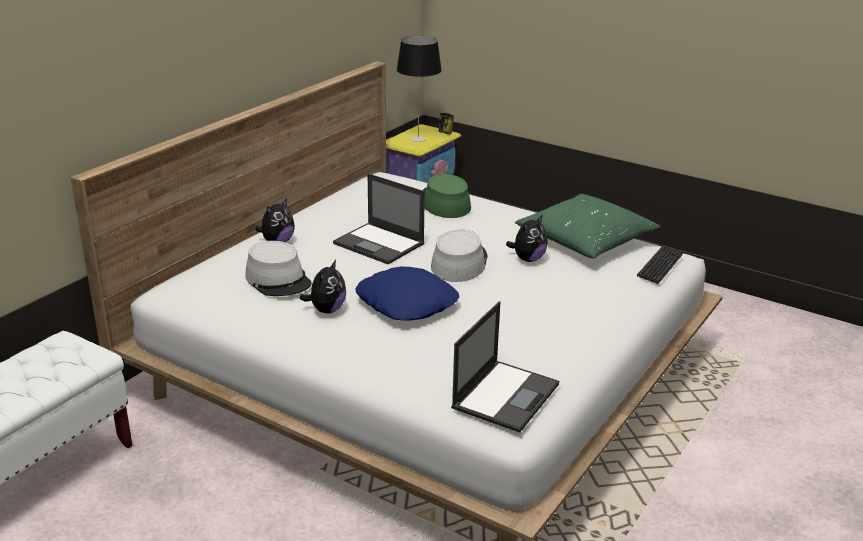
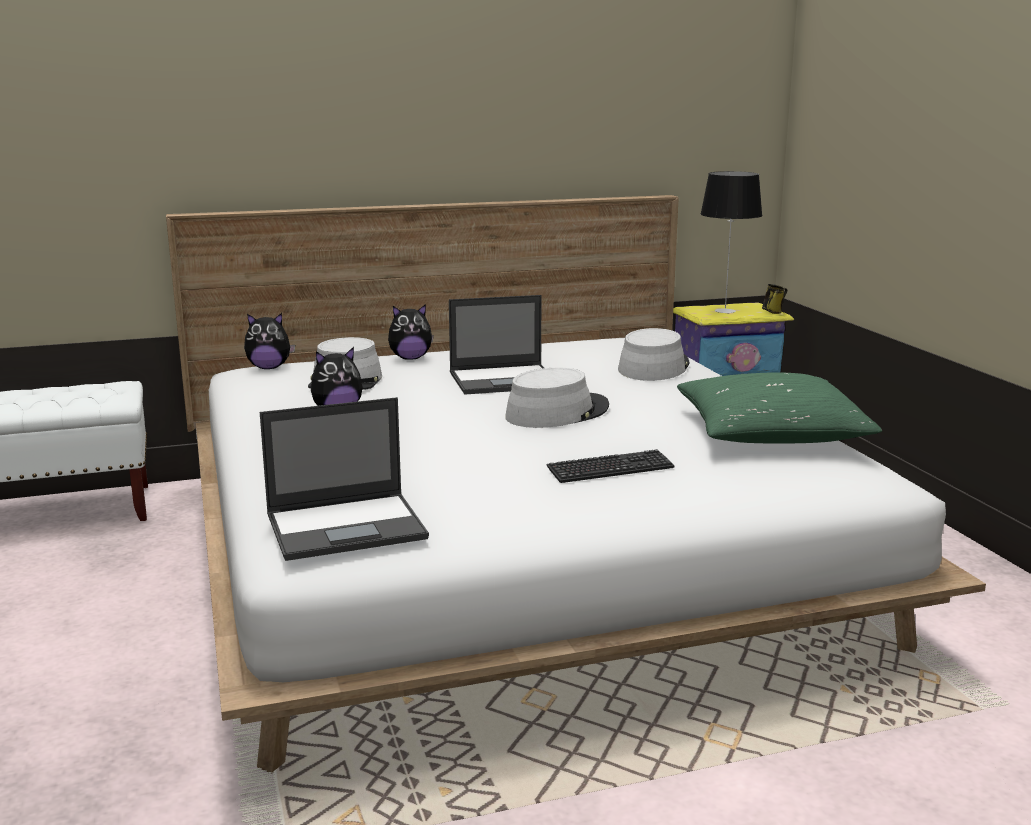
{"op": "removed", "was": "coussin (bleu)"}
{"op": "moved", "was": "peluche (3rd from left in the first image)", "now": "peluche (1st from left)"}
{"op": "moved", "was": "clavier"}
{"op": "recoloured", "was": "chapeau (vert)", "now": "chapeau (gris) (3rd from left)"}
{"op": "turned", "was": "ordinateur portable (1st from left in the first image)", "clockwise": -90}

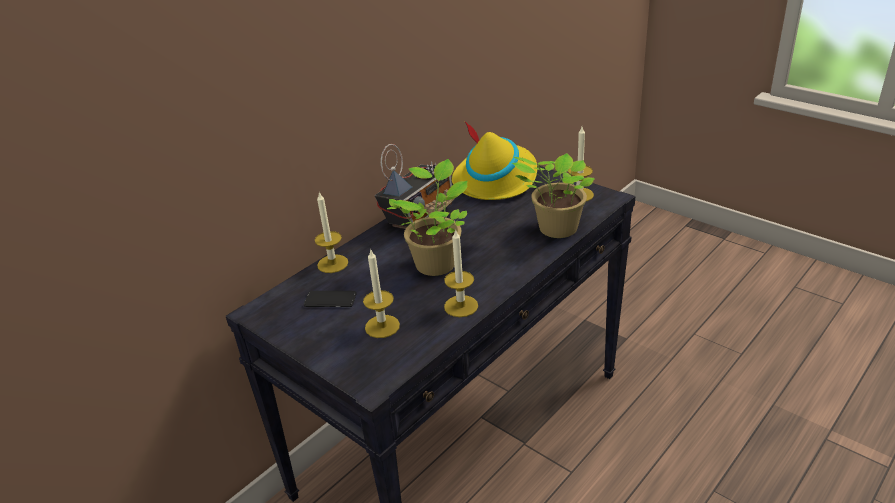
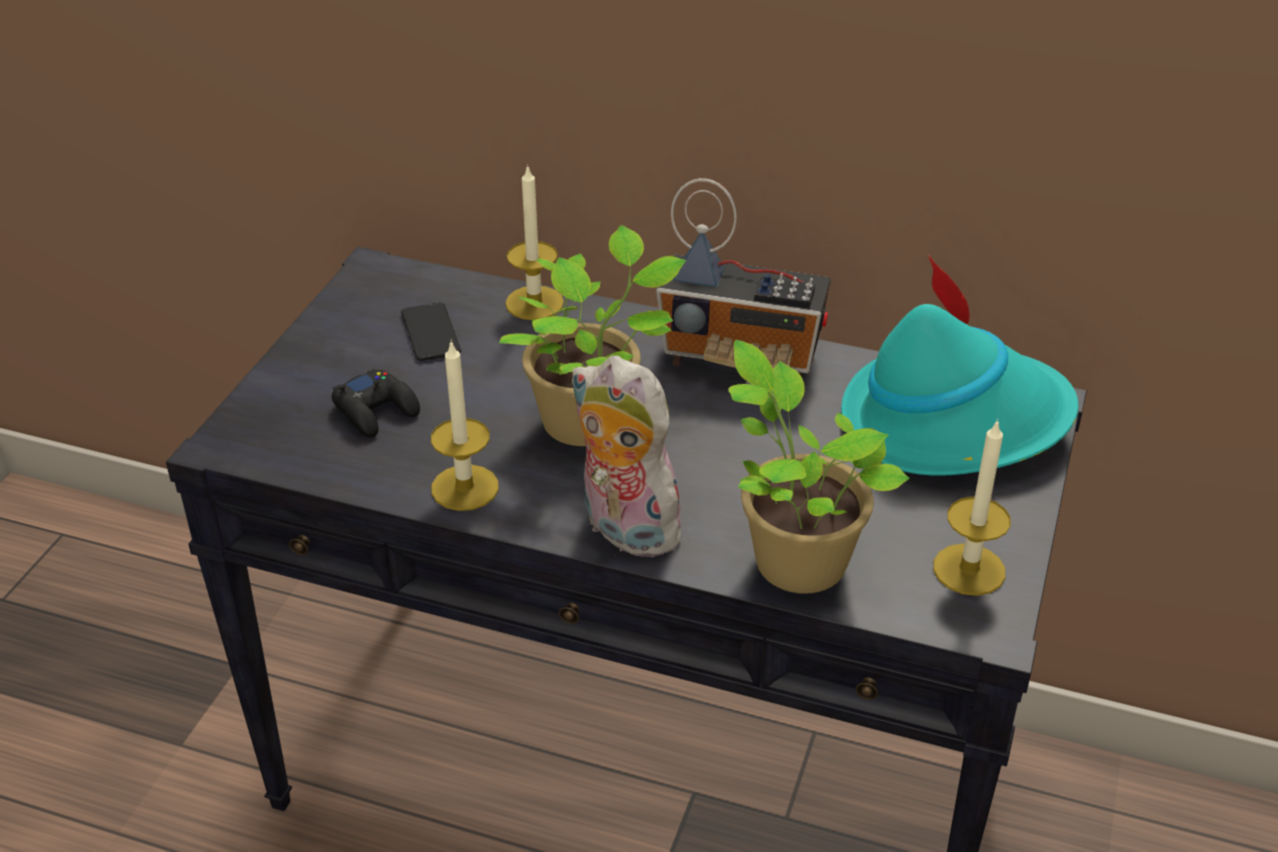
{"op": "added", "now": "peluche"}
{"op": "replaced", "was": "bougie (2nd from left)", "now": "manette (noir)"}
{"op": "recoloured", "was": "chapeau (jaune)", "now": "chapeau (turquoise)"}

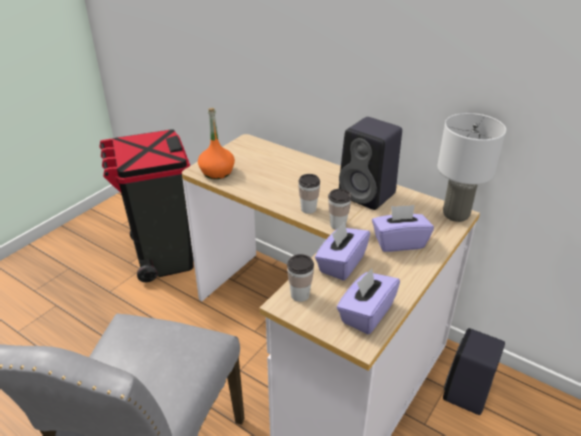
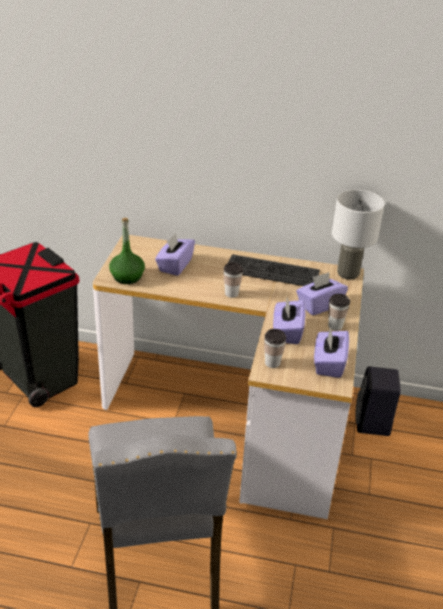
{"op": "added", "now": "boîte à mouchoirs (violet) (1st from left)"}
{"op": "moved", "was": "tasse (3rd from left)"}
{"op": "replaced", "was": "enceinte (noir) (1st from left)", "now": "clavier"}
{"op": "recoloured", "was": "bouteille (orange)", "now": "bouteille (vert)"}

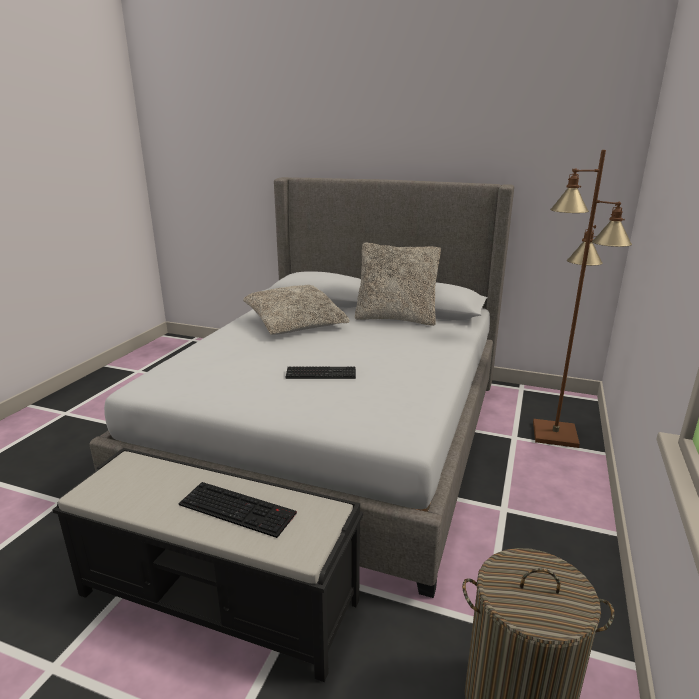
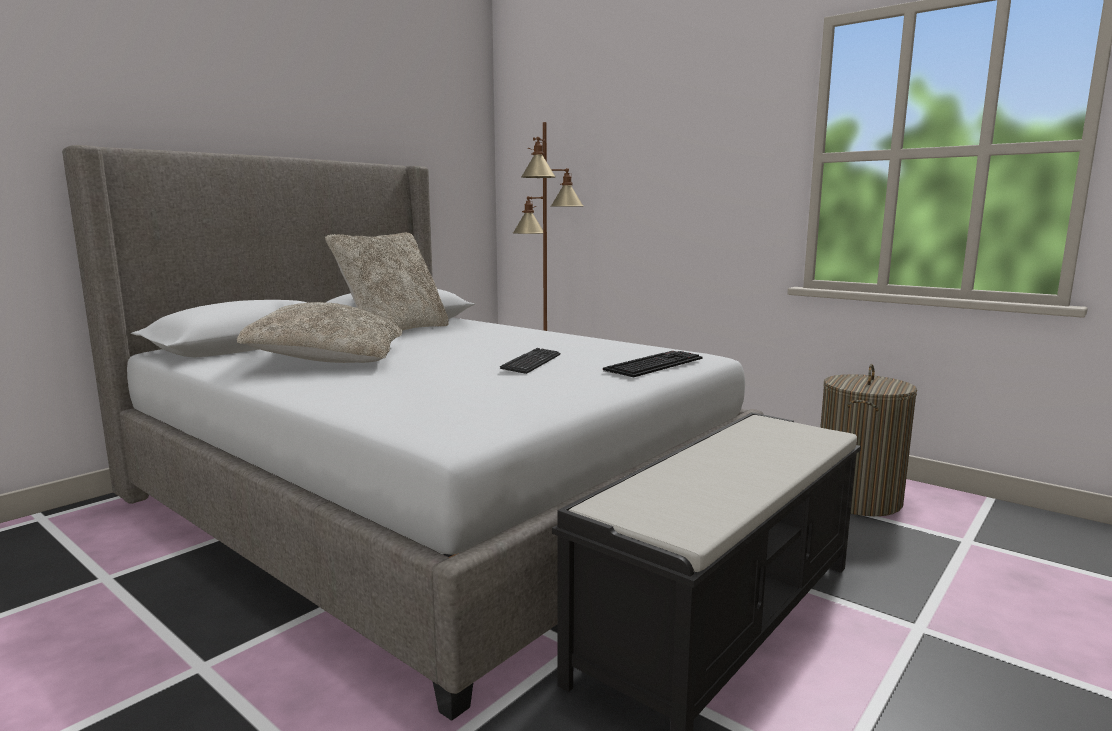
{"op": "moved", "was": "clavier (1st from left in the first image)", "now": "clavier (2nd from left)"}

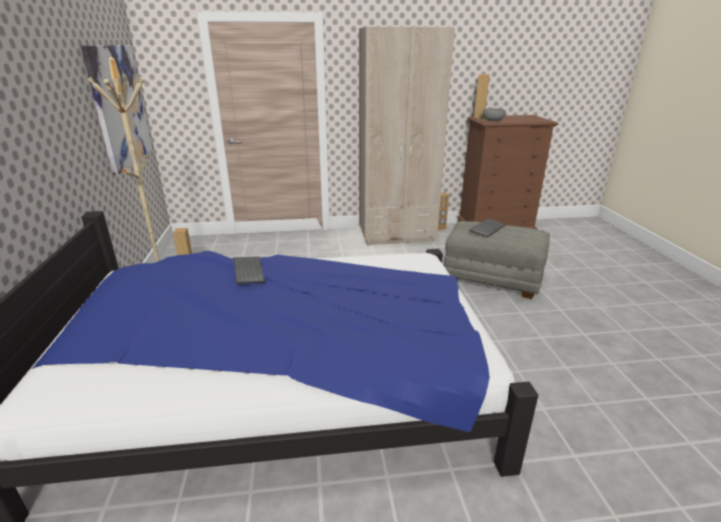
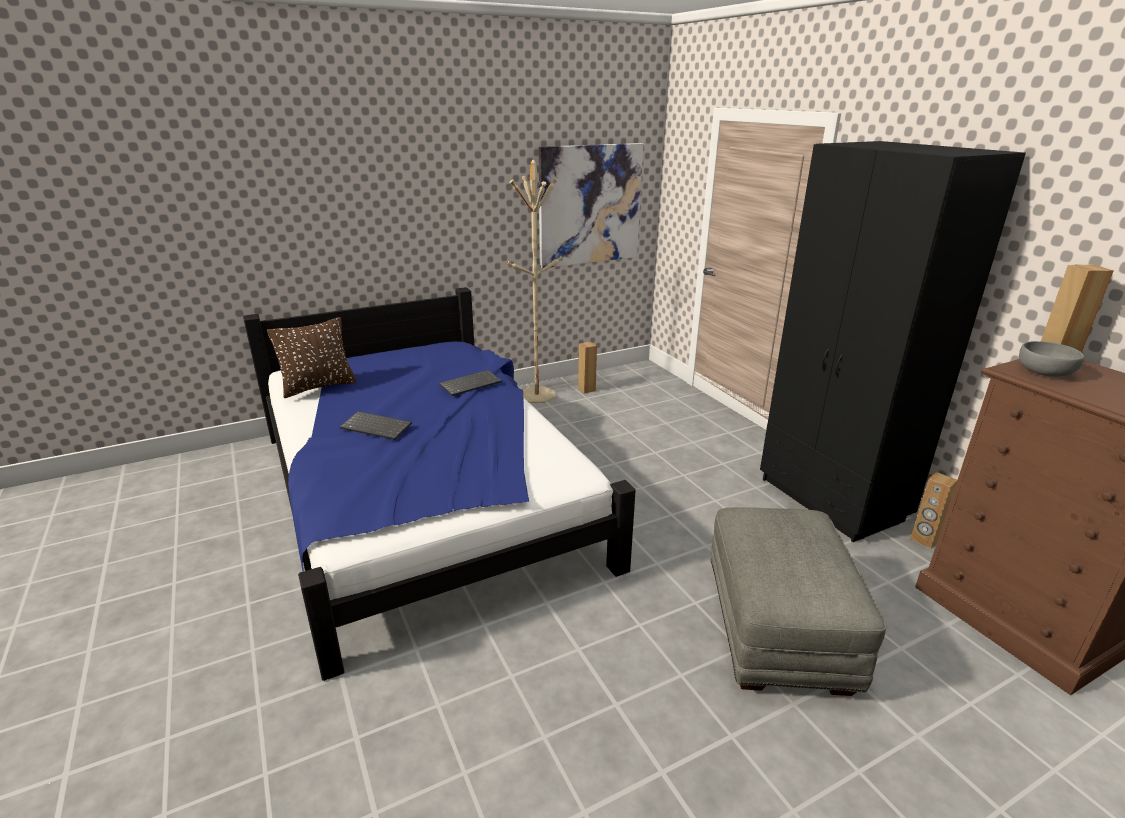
{"op": "added", "now": "coussin (marron)"}
{"op": "moved", "was": "clavier (2nd from left in the first image)", "now": "clavier (1st from left)"}
{"op": "recoloured", "was": "armoire (beige)", "now": "armoire (noir)"}

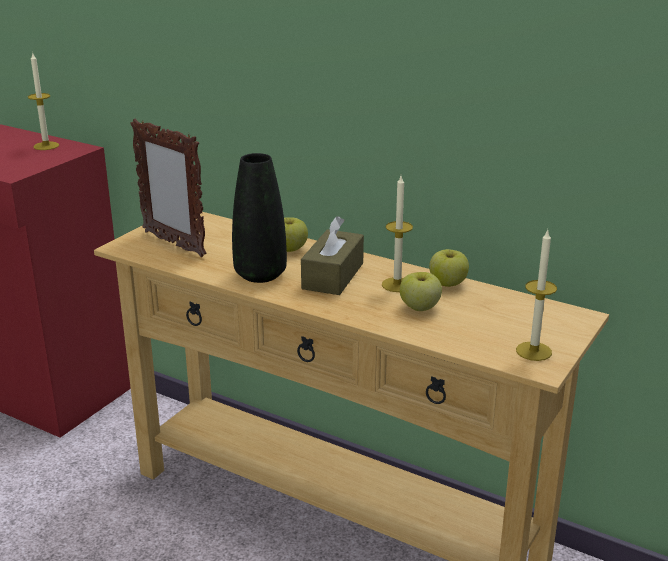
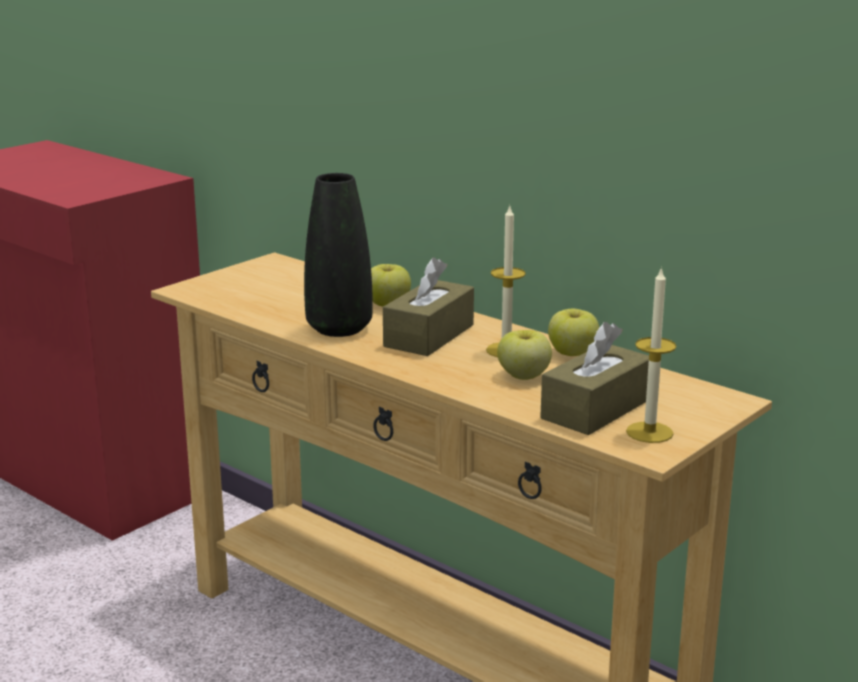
{"op": "removed", "was": "bougie (1st from left)"}
{"op": "removed", "was": "cadre photo"}
{"op": "added", "now": "boîte à mouchoirs (marron) (2nd from left)"}

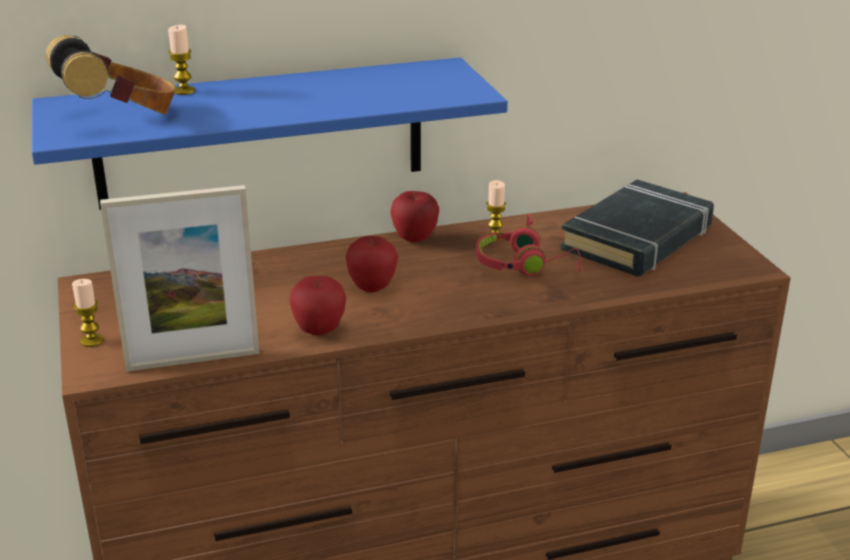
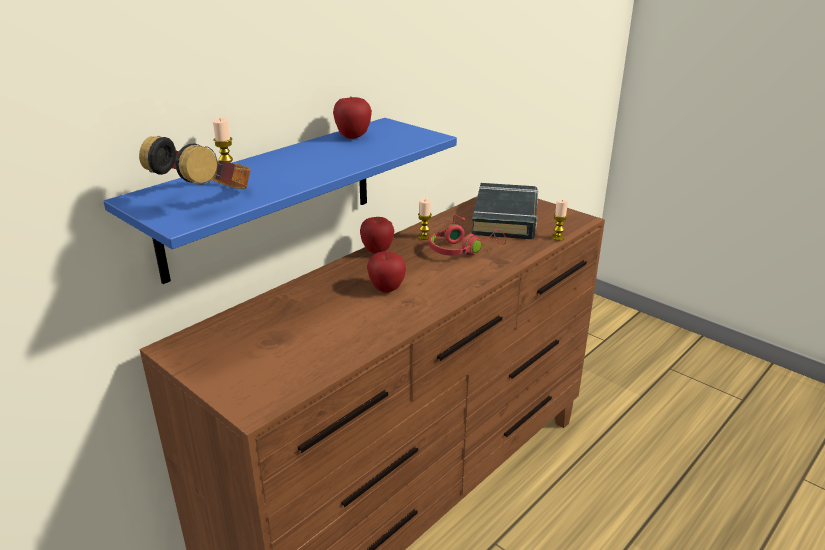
{"op": "removed", "was": "cadre photo"}
{"op": "moved", "was": "bougie (1st from left in the first image)", "now": "bougie (3rd from left)"}
{"op": "moved", "was": "pomme (1st from left)"}

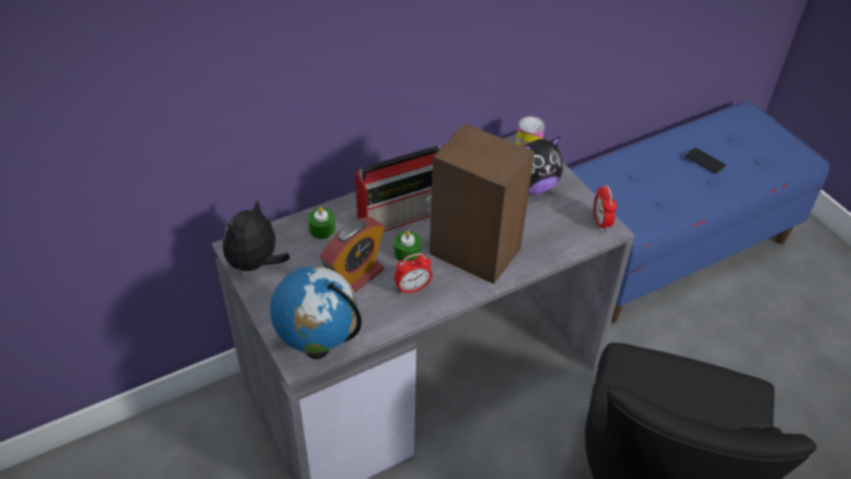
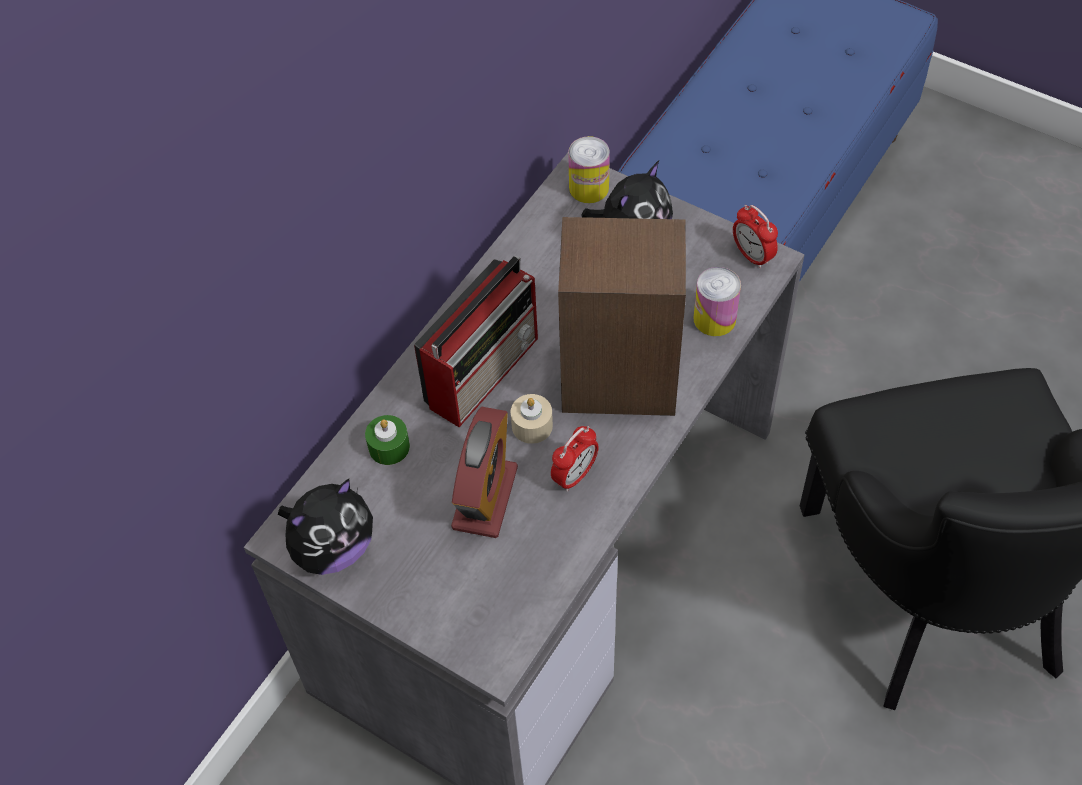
{"op": "removed", "was": "globe"}
{"op": "removed", "was": "téléphone"}
{"op": "added", "now": "boîte métallique (2nd from left)"}
{"op": "recoloured", "was": "bougie (vert) (2nd from left)", "now": "bougie (beige)"}
{"op": "turned", "was": "peluche (1st from left)", "clockwise": -135}

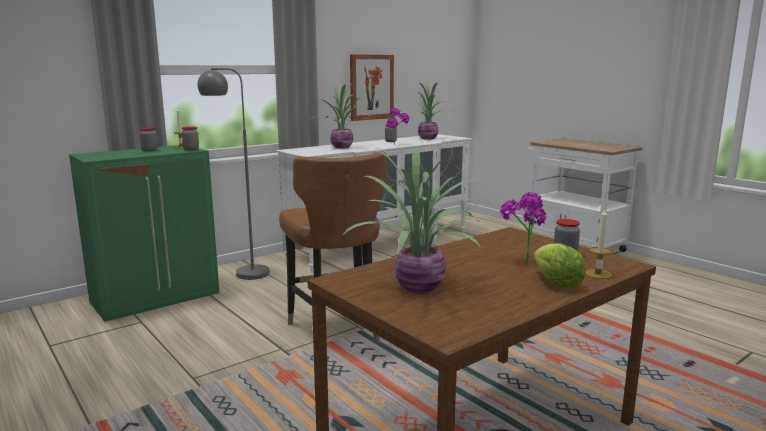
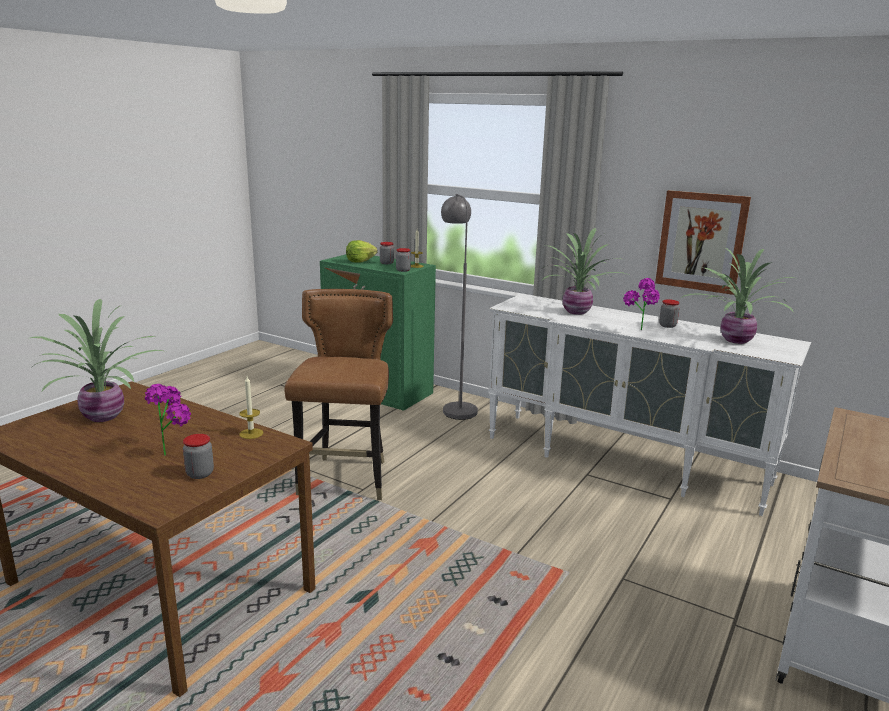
{"op": "moved", "was": "laitue"}
{"op": "moved", "was": "bougie (2nd from left in the first image)", "now": "bougie (1st from left)"}
{"op": "turned", "was": "chaise (marron)", "clockwise": 135}

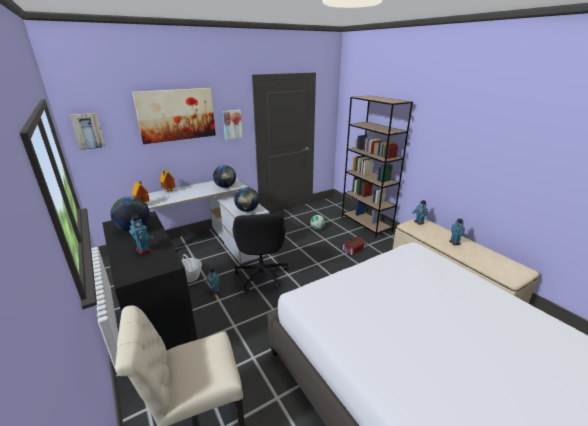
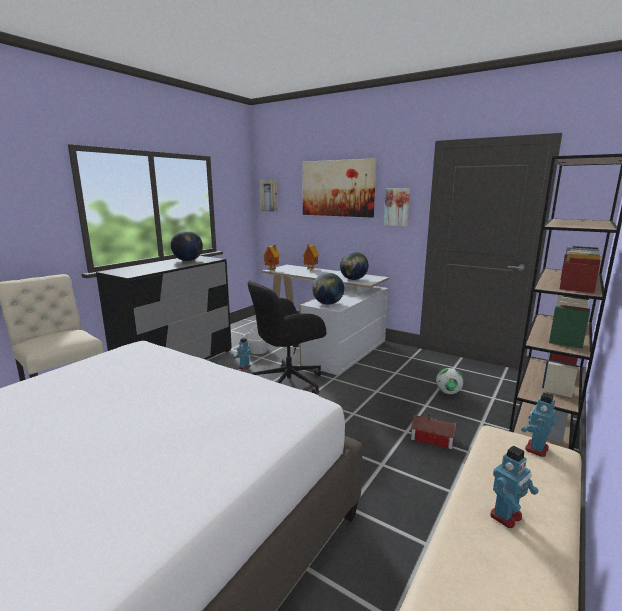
{"op": "removed", "was": "robot jouet (1st from left)"}

